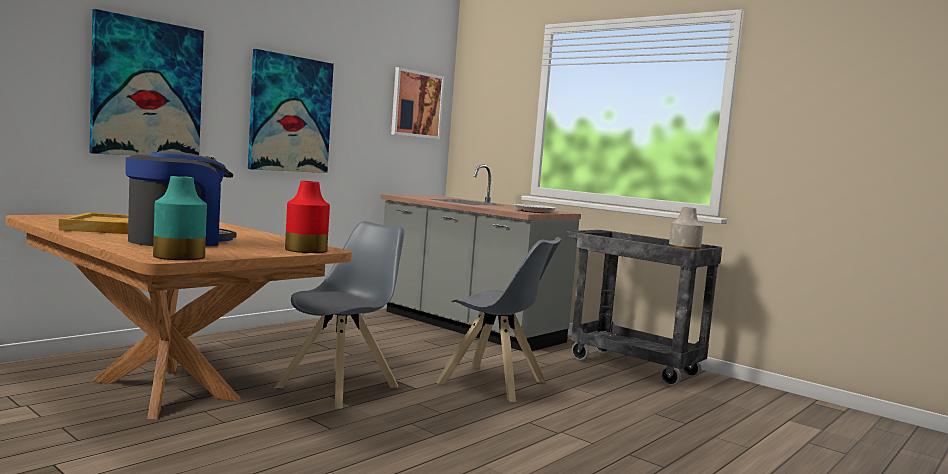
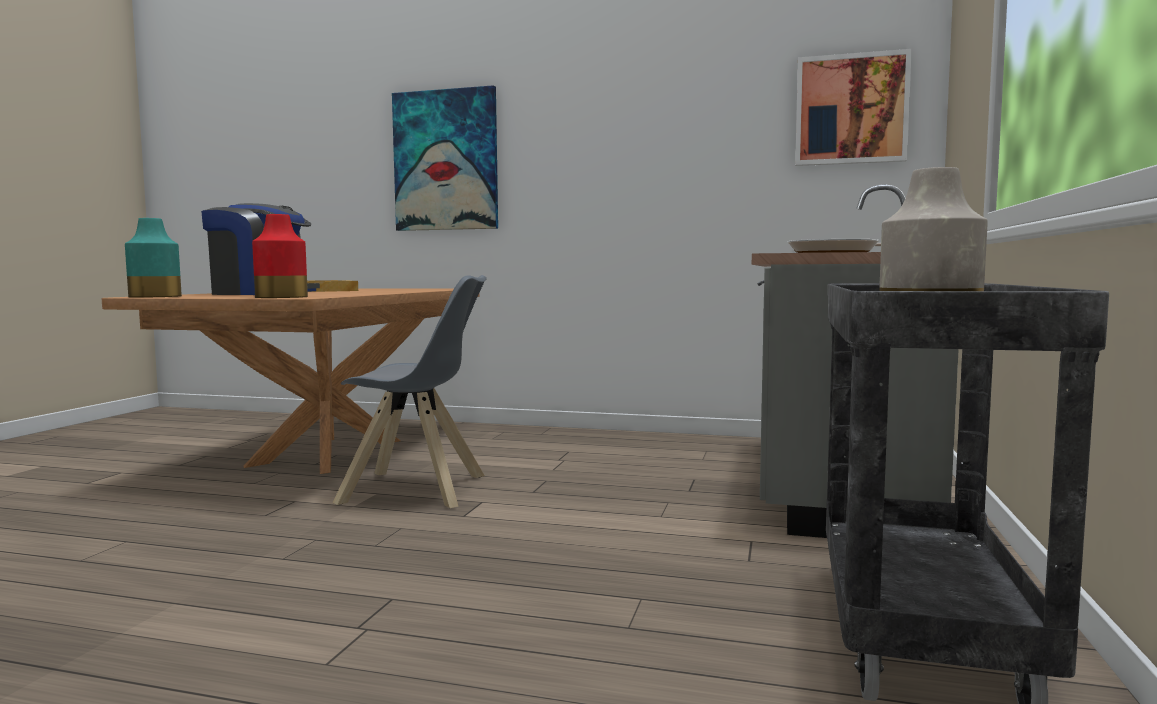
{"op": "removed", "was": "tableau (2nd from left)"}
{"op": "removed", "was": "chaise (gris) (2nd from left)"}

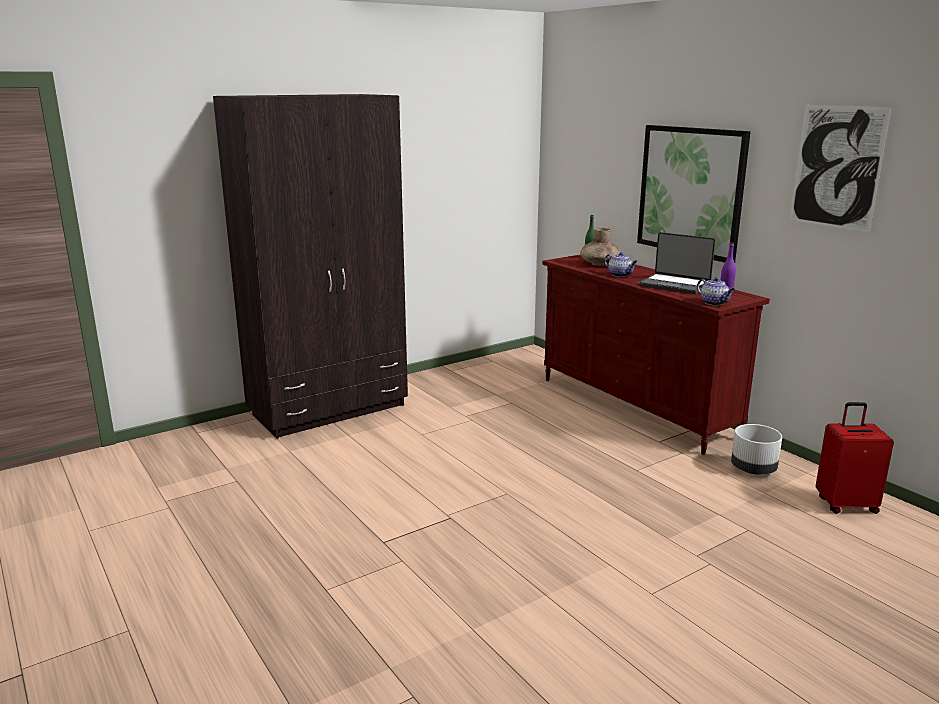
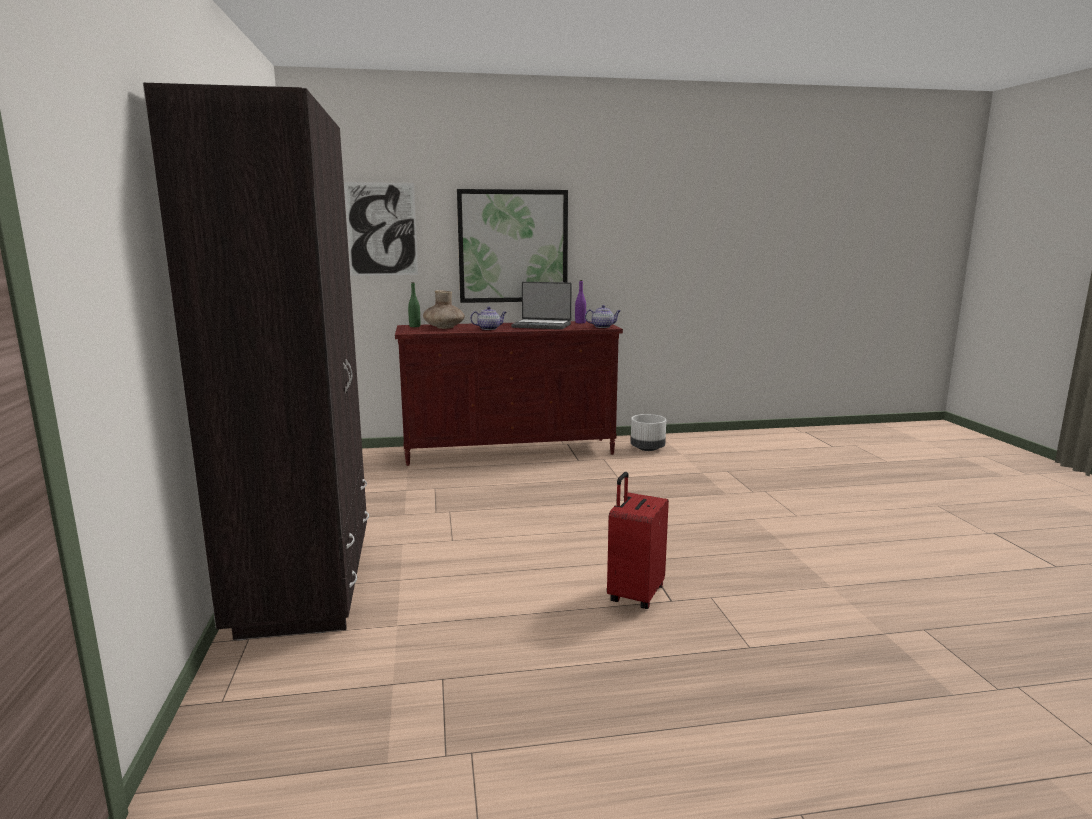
{"op": "moved", "was": "tableau (2nd from left in the first image)", "now": "tableau (1st from left)"}
{"op": "moved", "was": "valise (rouge)"}
{"op": "turned", "was": "ordinateur portable", "clockwise": 45}

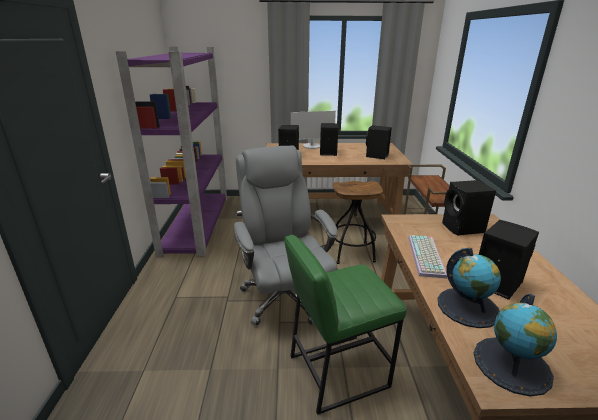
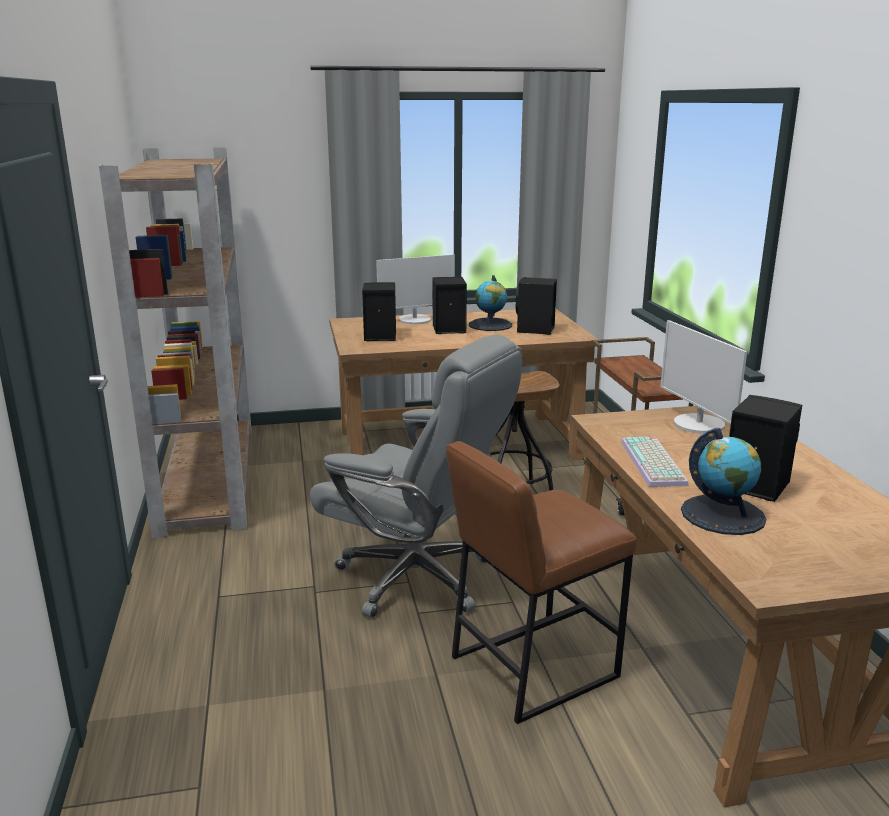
{"op": "moved", "was": "globe (2nd from left in the first image)", "now": "globe (1st from left)"}
{"op": "replaced", "was": "enceinte (noir) (4th from left)", "now": "écran d'ordinateur (2nd from left)"}
{"op": "recoloured", "was": "bibliothèque (violet)", "now": "bibliothèque (marron)"}
{"op": "recoloured", "was": "chaise (vert)", "now": "chaise (marron)"}
{"op": "turned", "was": "chaise de bureau (gris)", "clockwise": 150}

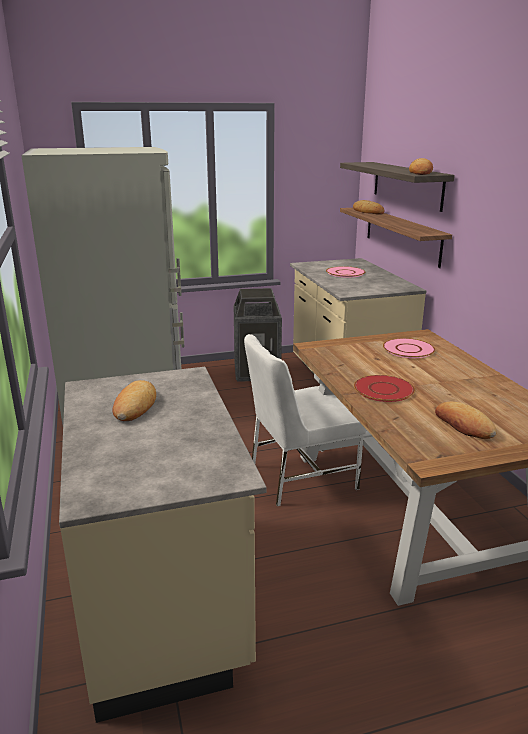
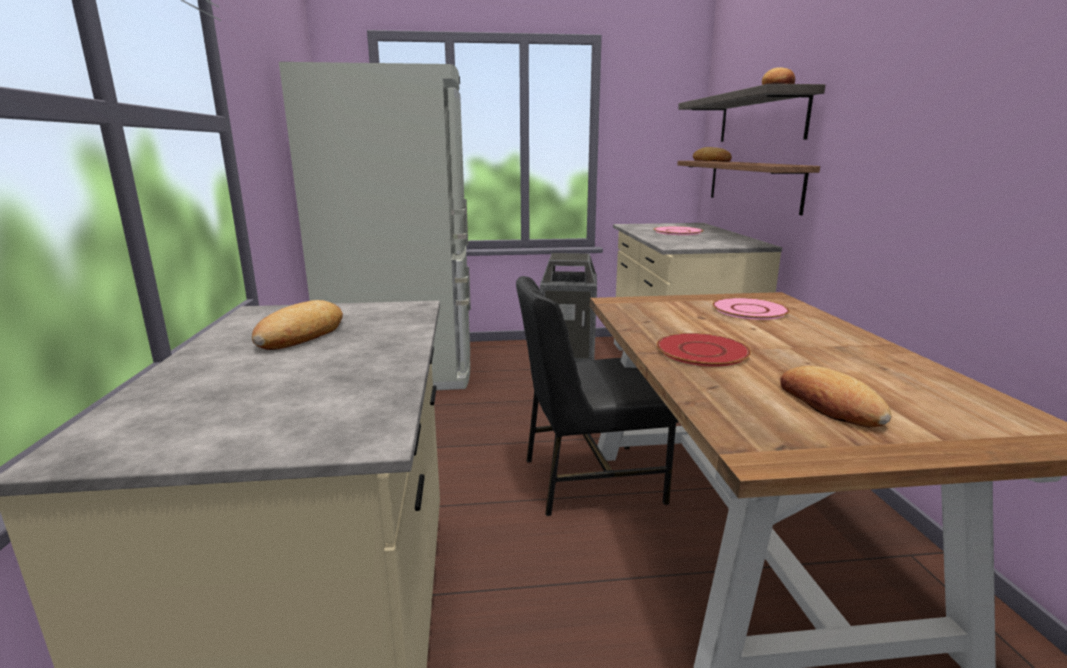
{"op": "recoloured", "was": "chaise (blanc)", "now": "chaise (noir)"}

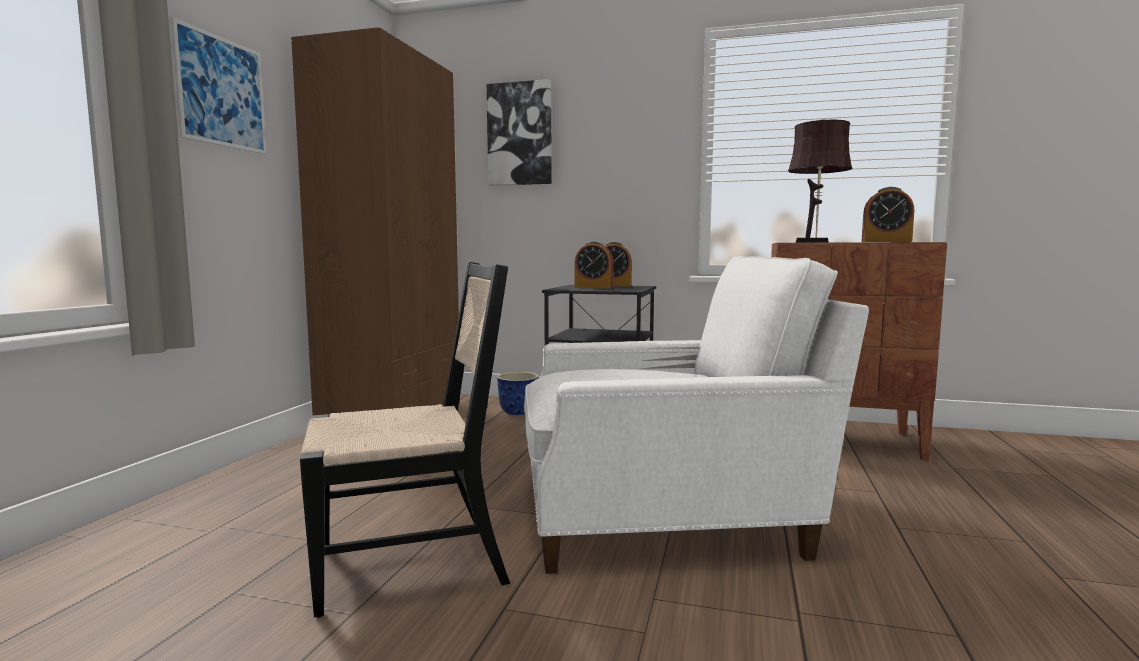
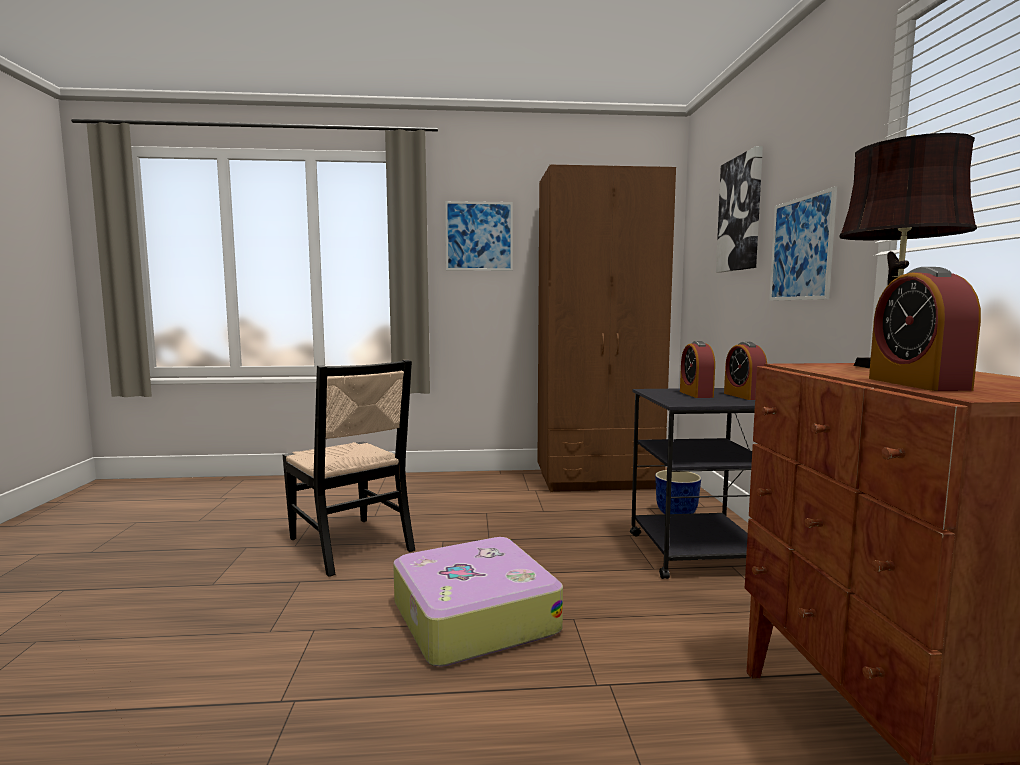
{"op": "added", "now": "tableau (3rd from left)"}
{"op": "replaced", "was": "fauteuil (blanc)", "now": "valise"}

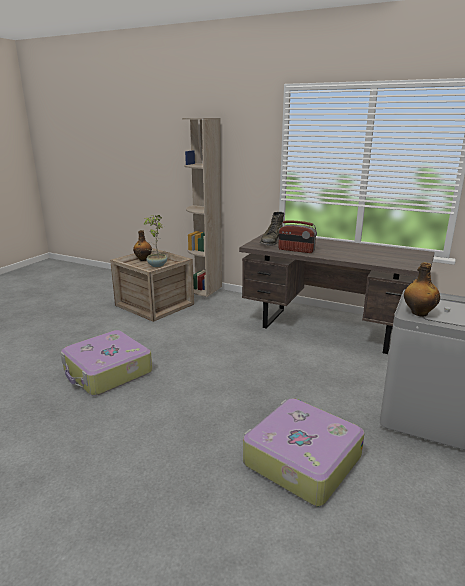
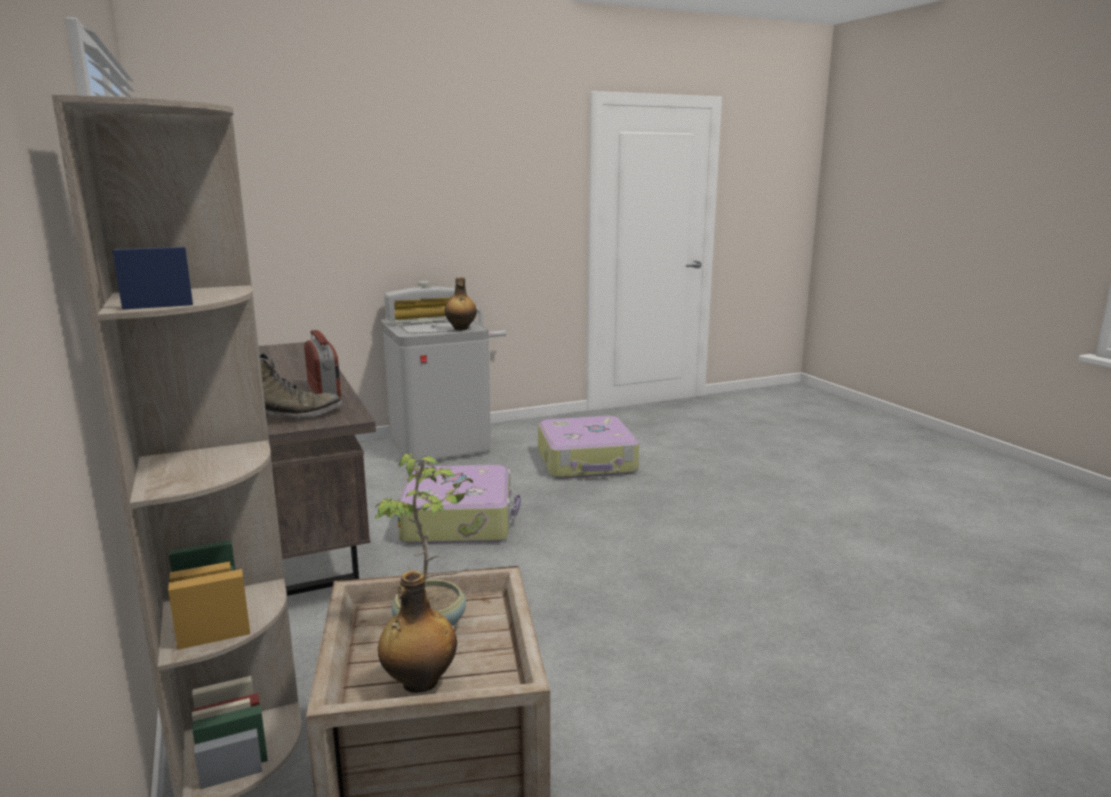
{"op": "moved", "was": "valise (1st from left)"}

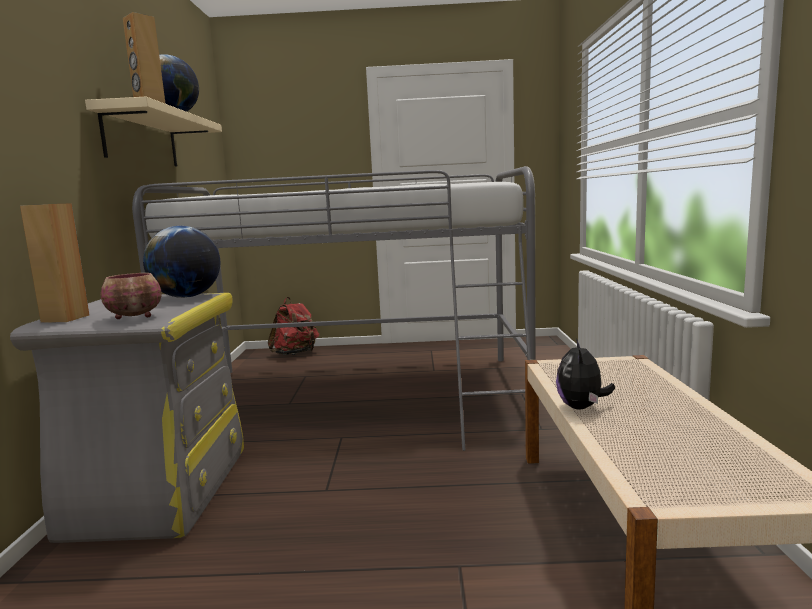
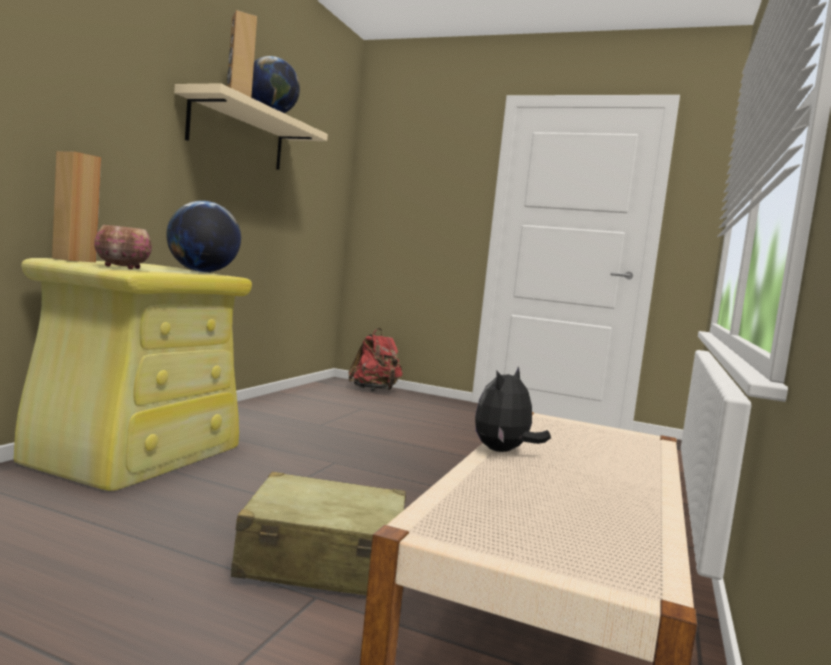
{"op": "removed", "was": "lit (gris)"}
{"op": "added", "now": "valise (beige)"}
{"op": "recoloured", "was": "table de chevet (gris)", "now": "table de chevet (jaune)"}

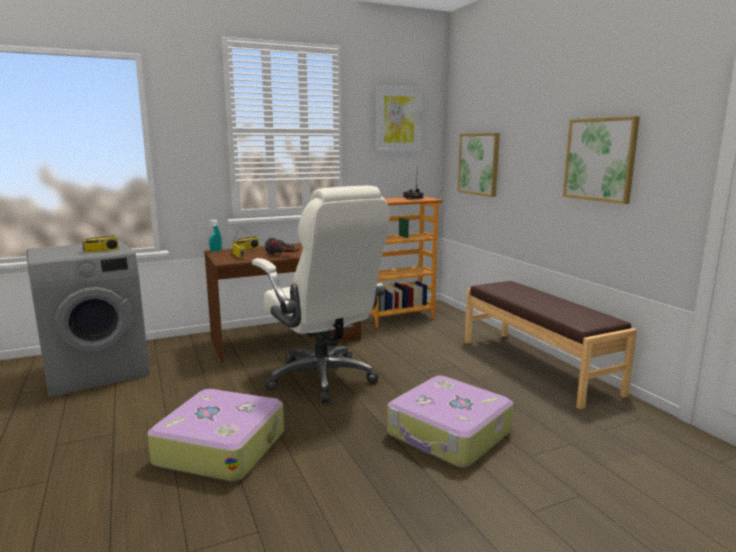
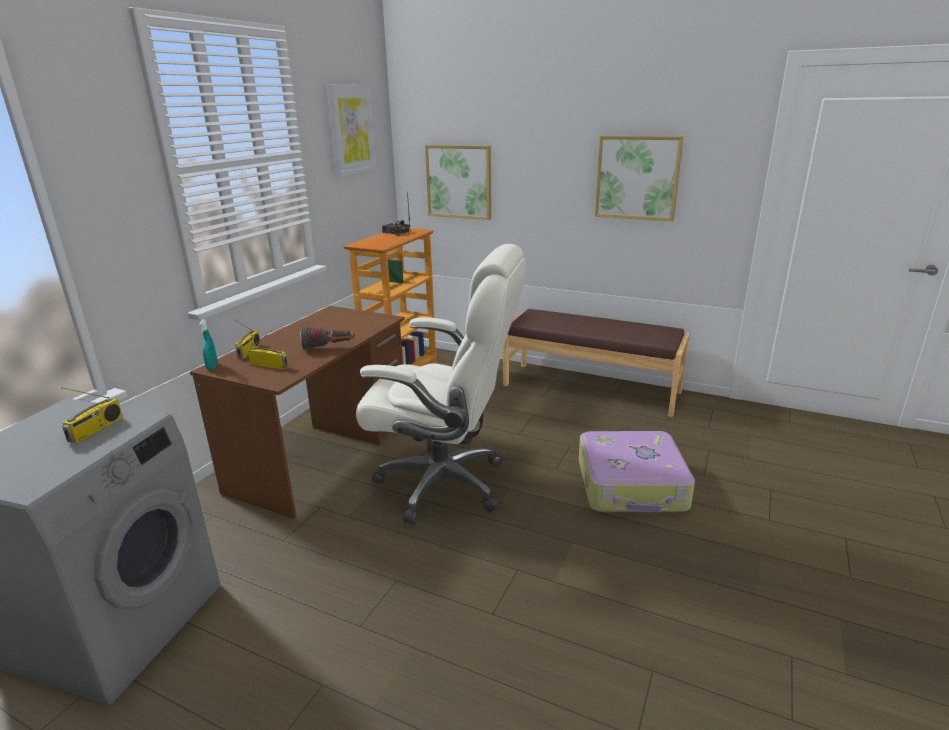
{"op": "removed", "was": "valise (1st from left)"}

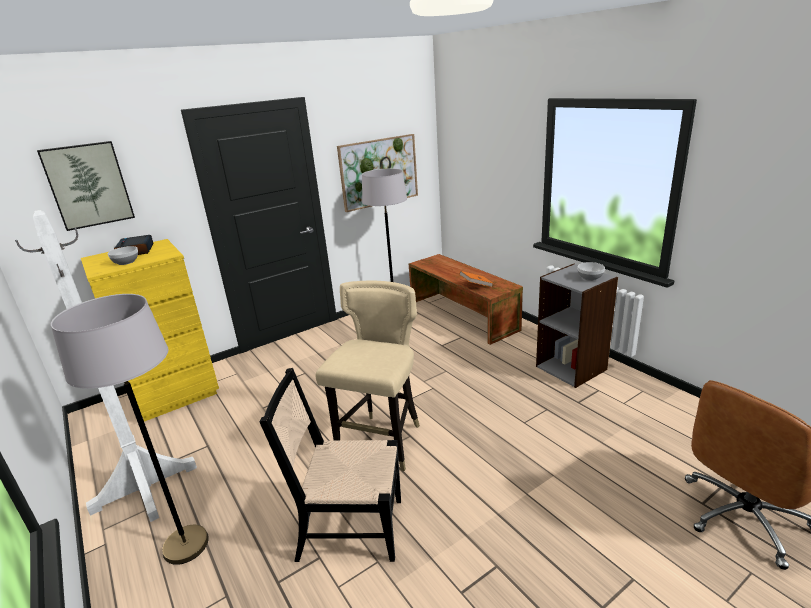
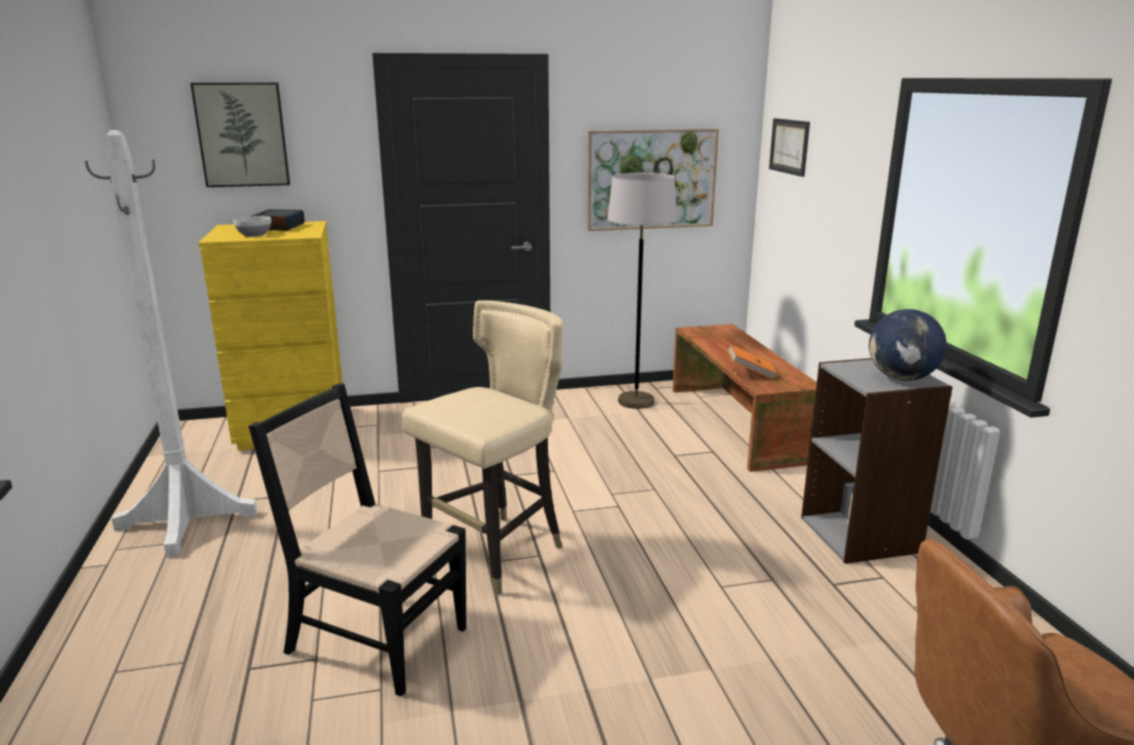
{"op": "removed", "was": "lampadaire (gris) (1st from left)"}
{"op": "added", "now": "tableau (3rd from left)"}
{"op": "replaced", "was": "bol (2nd from left)", "now": "globe"}

